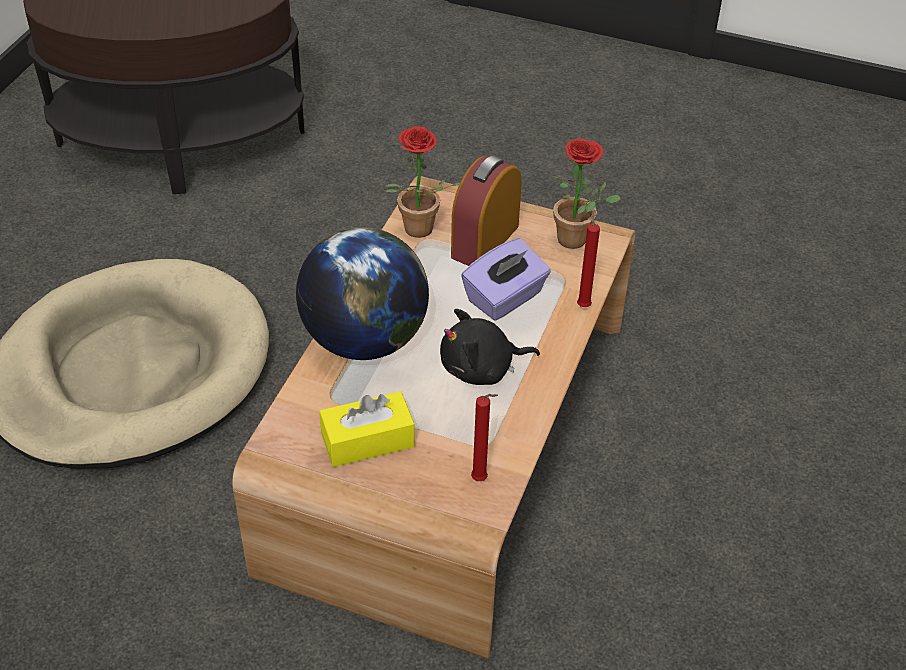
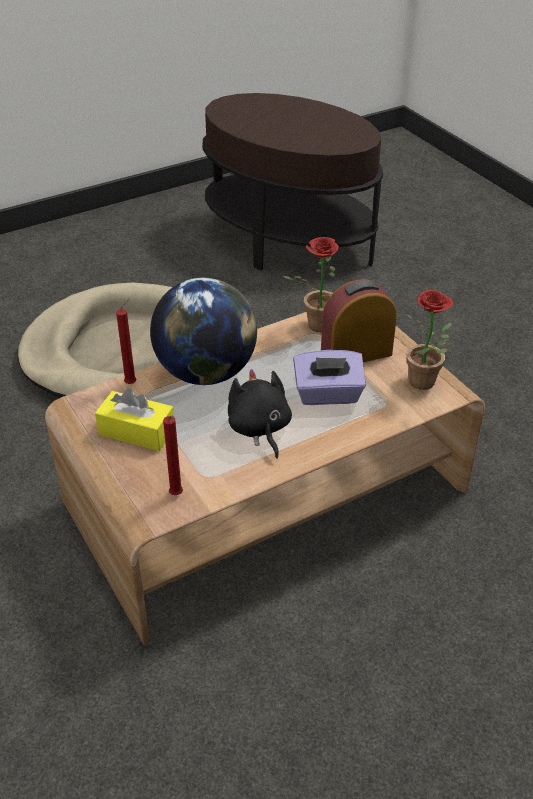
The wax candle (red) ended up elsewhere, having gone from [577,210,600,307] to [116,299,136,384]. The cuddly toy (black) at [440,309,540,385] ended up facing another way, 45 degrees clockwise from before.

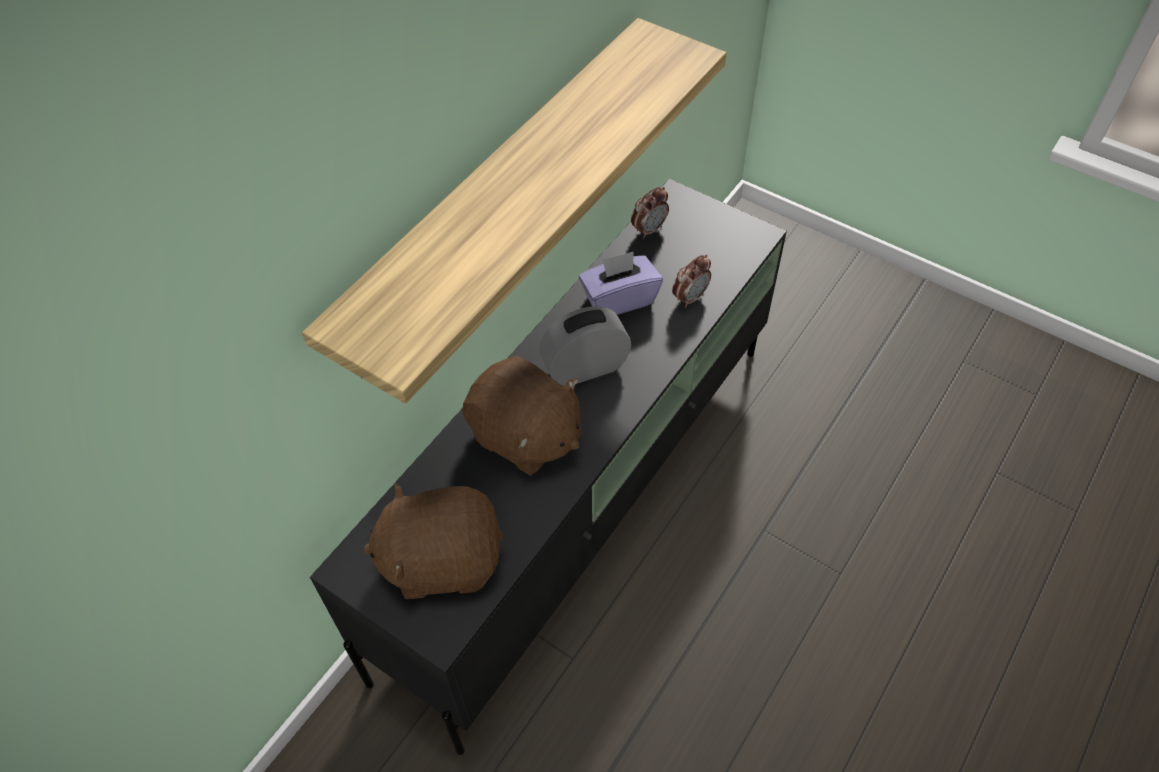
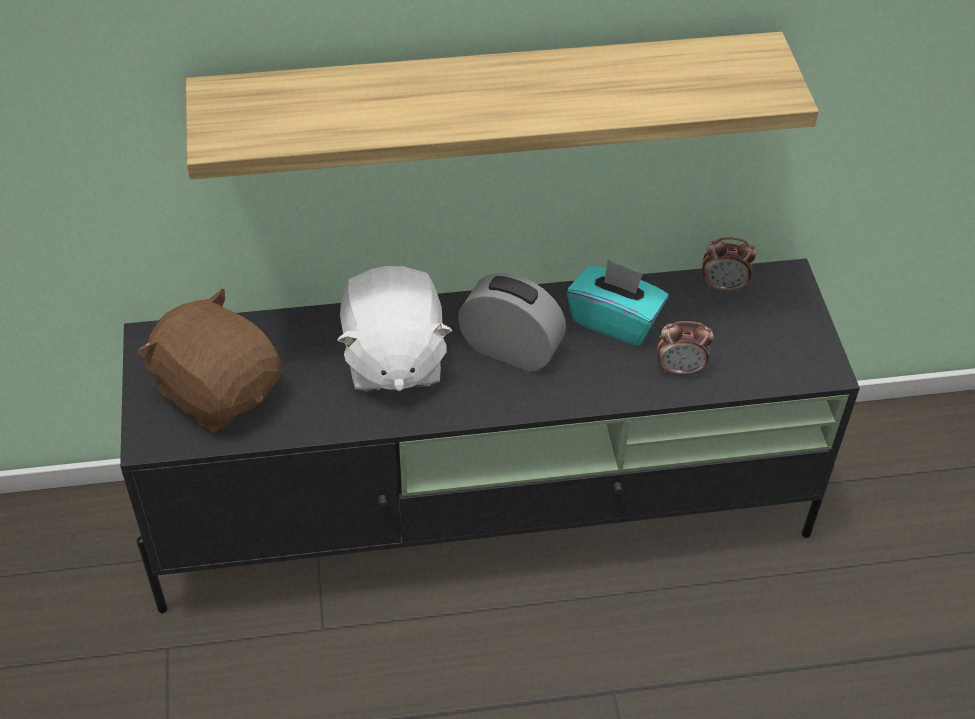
What was the cuddly toy (brownish) at [462,356,581,475] turned into the cuddly toy (white-coloured) at [337,266,453,392]. What was the tissue holder (purple) at [579,252,663,315] turned into the tissue holder (blue-green) at [567,259,669,346].

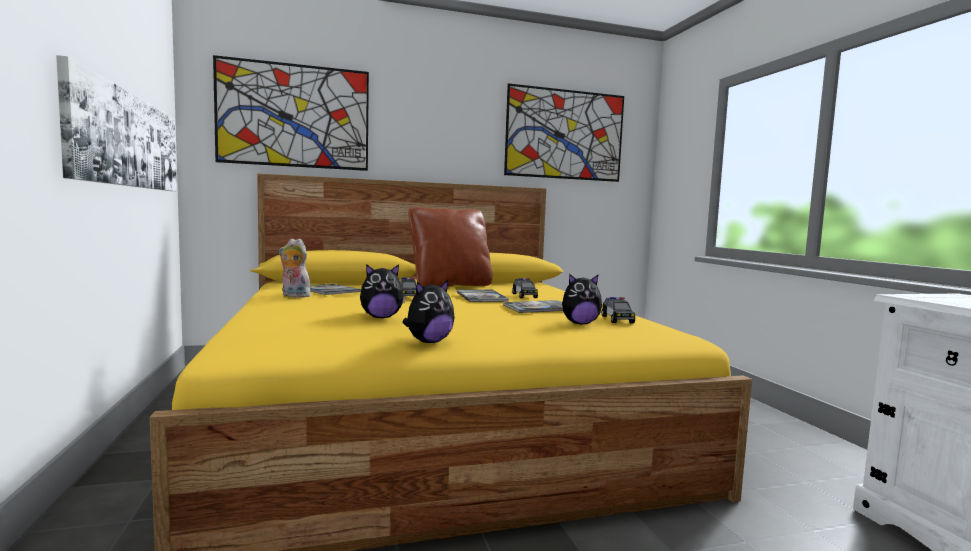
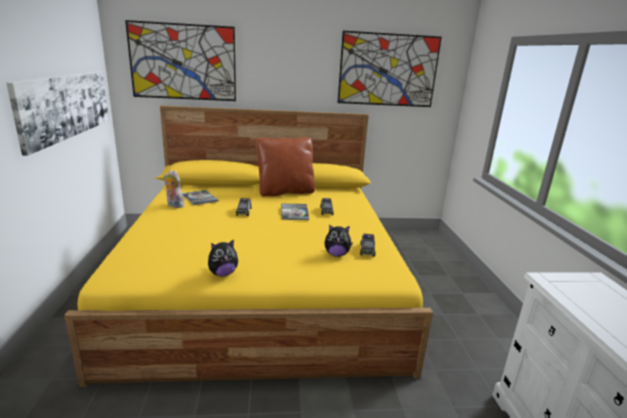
The second view lost the cuddly toy at [360,264,406,318]. The second view lost the book at [503,300,563,313].

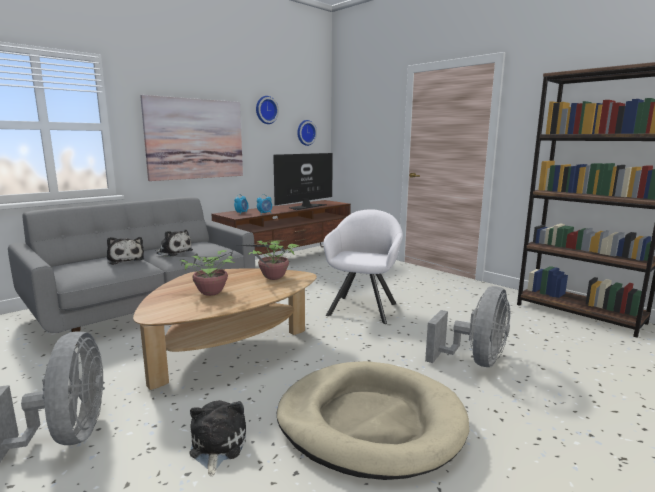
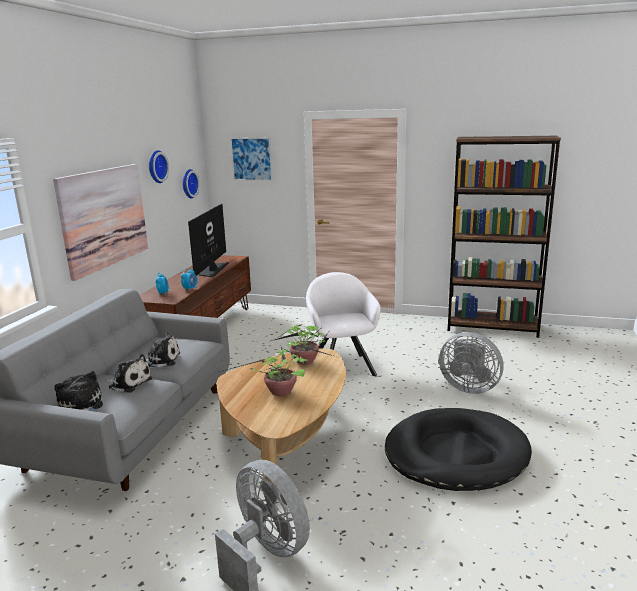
The cuddly toy ended up elsewhere, having gone from [189,400,246,476] to [54,371,103,411]. The second view gained the wall art at [230,137,273,181]. What was the dog bed (beige) at [277,361,469,480] turned into the dog bed (black) at [385,408,532,491]. The cooling fan (grey) at [425,286,510,367] ended up facing another way, 120 degrees clockwise from before.

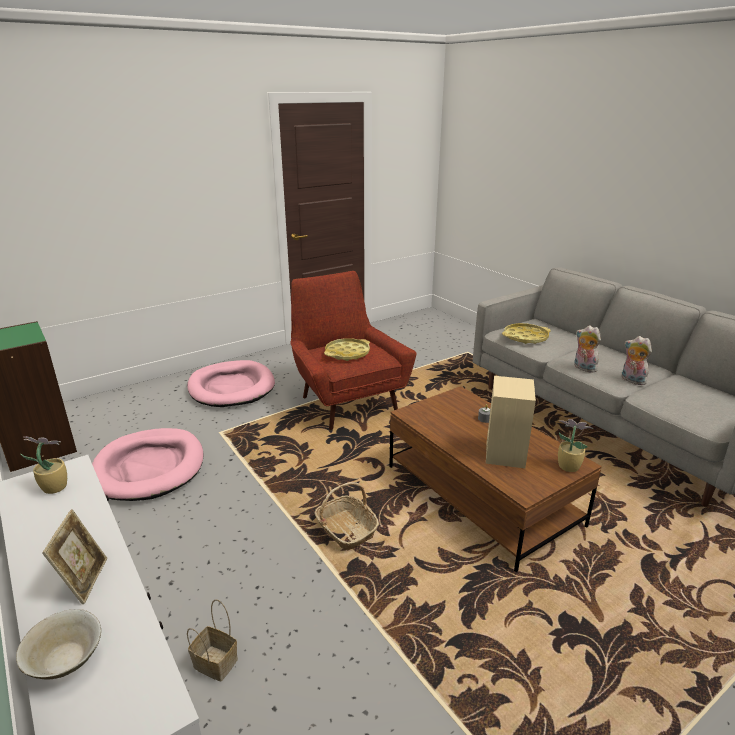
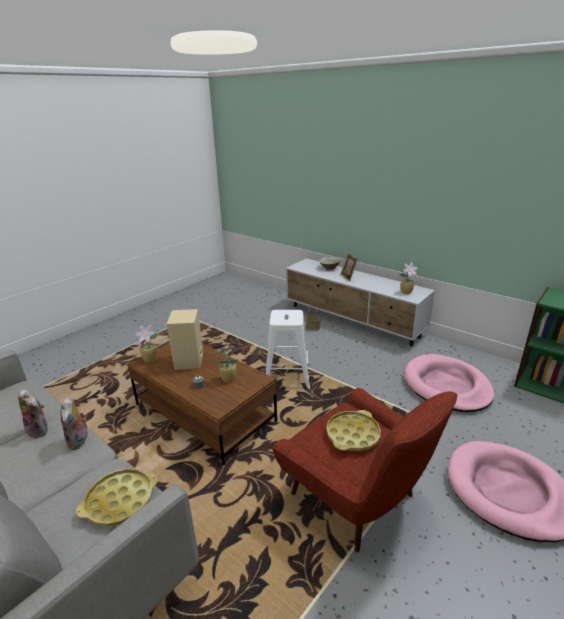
The cuddly toy at [574,325,601,373] ended up facing another way, 45 degrees clockwise from before. The second view gained the potted plant at [214,345,239,382]. Where the basket stood at [314,482,379,550], the stool (white-coloured) came to stand at [266,310,310,389].

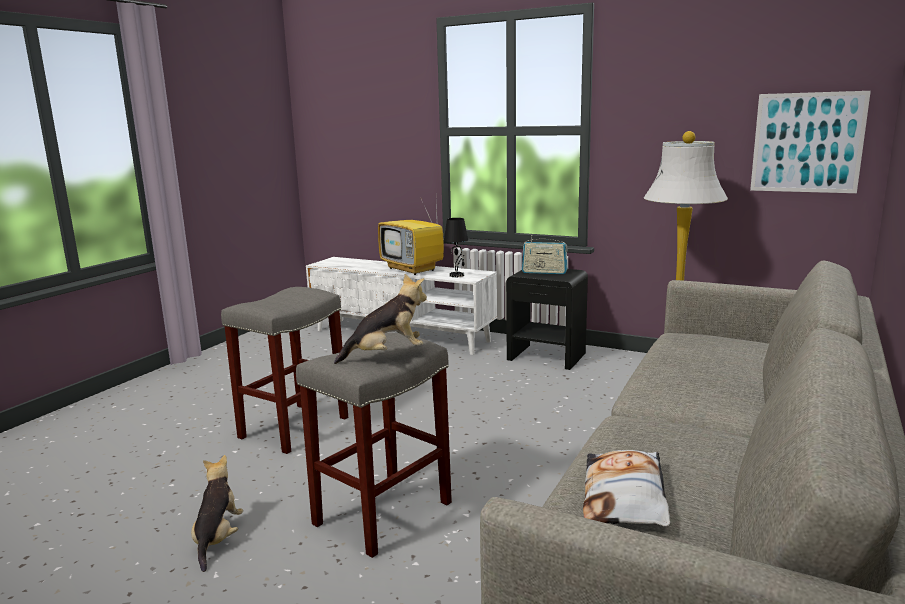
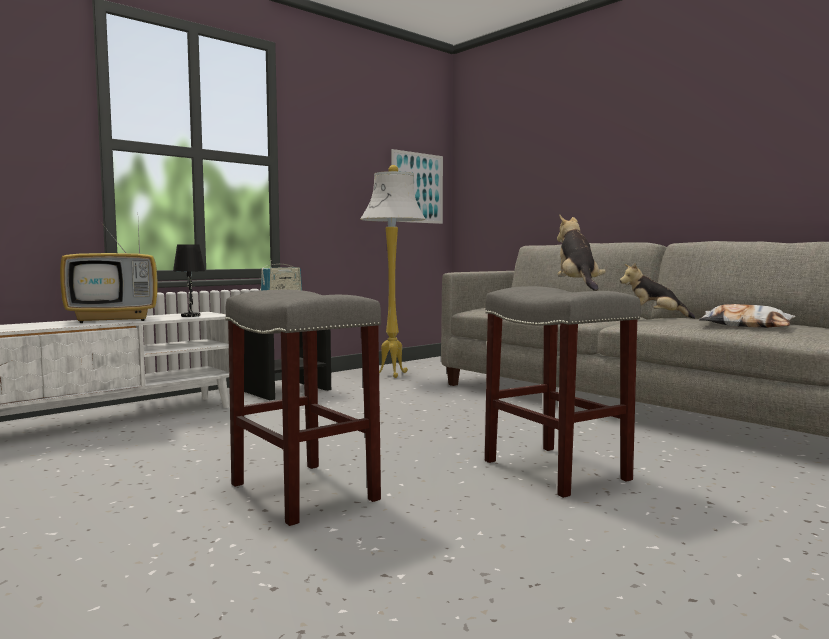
The cuddly toy ended up elsewhere, having gone from [191,455,243,572] to [620,263,695,319].

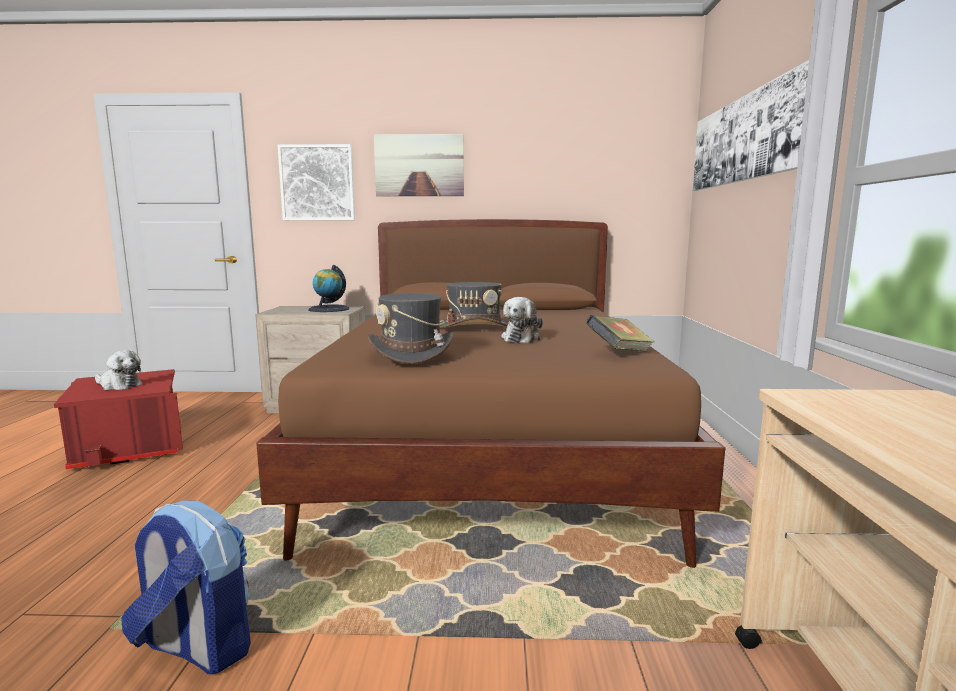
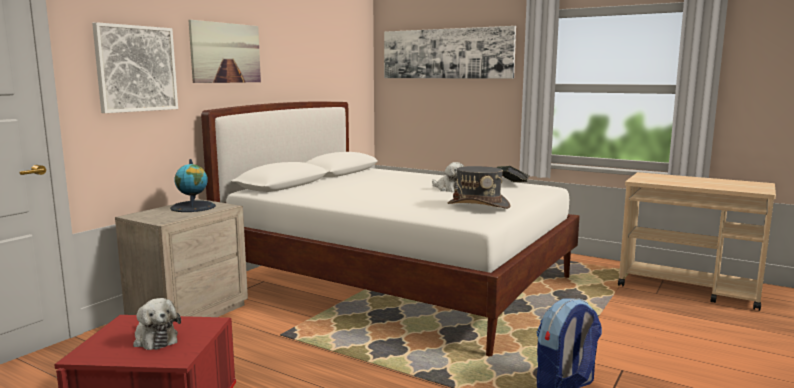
The cuddly toy at [95,350,143,390] ended up facing another way, 90 degrees clockwise from before. What was the sleeping bed (brownish) at [256,219,725,568] turned into the sleeping bed (white-coloured) at [201,101,580,356]. The second view lost the hat (grey) at [440,282,508,328].

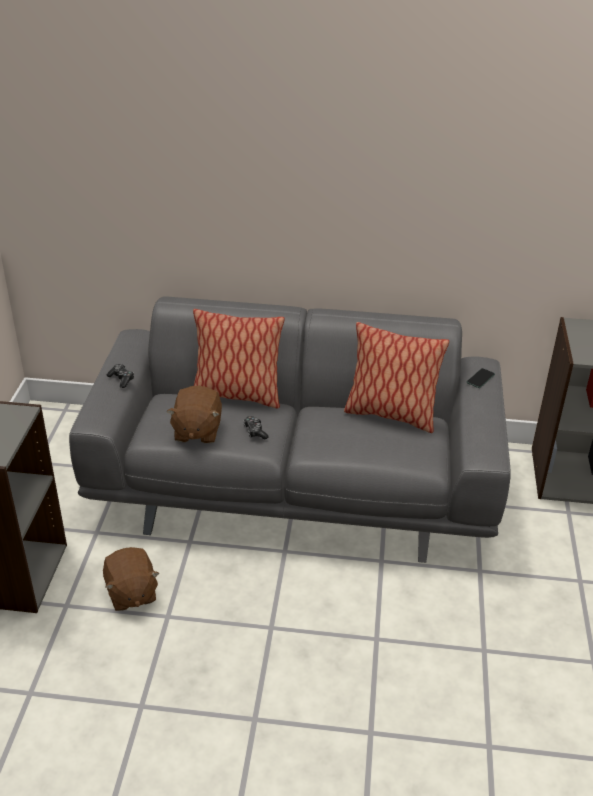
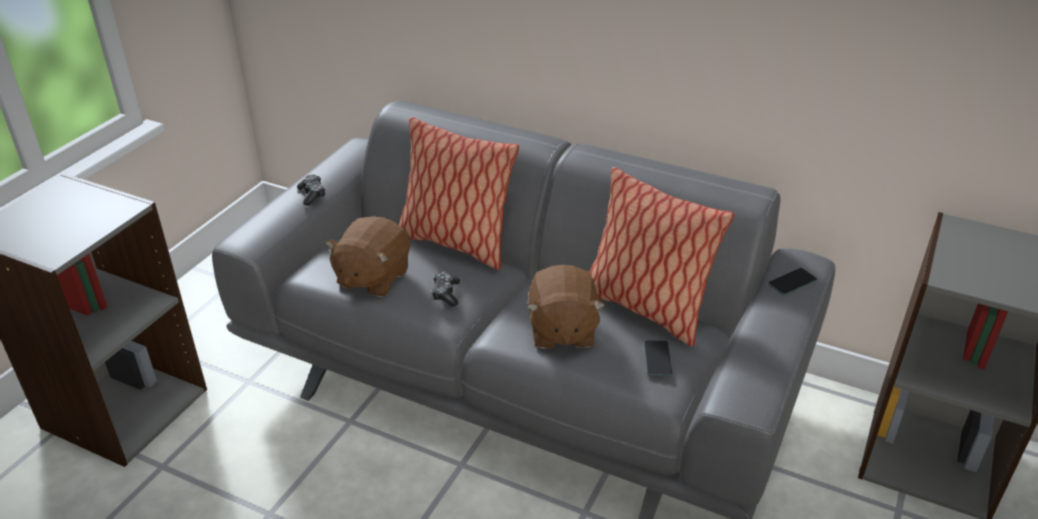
The cuddly toy (brownish) ended up elsewhere, having gone from [103,547,160,611] to [526,265,605,349]. The second view gained the phone at [644,340,673,376].

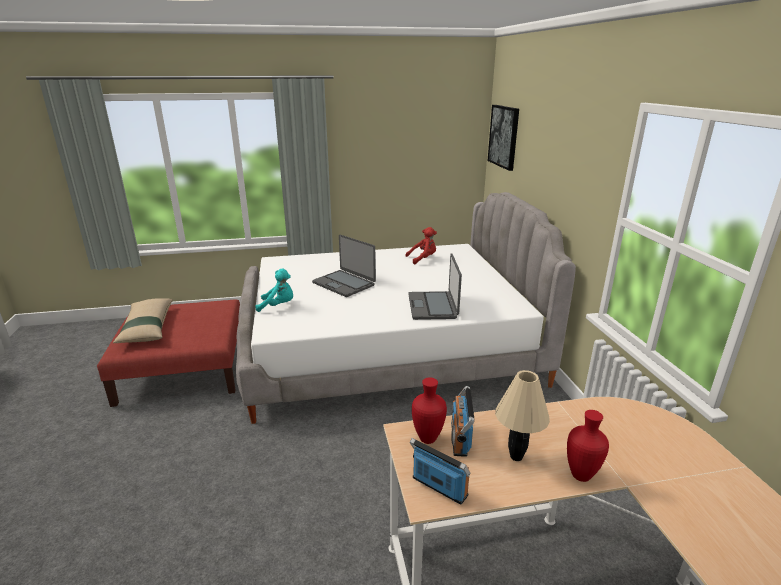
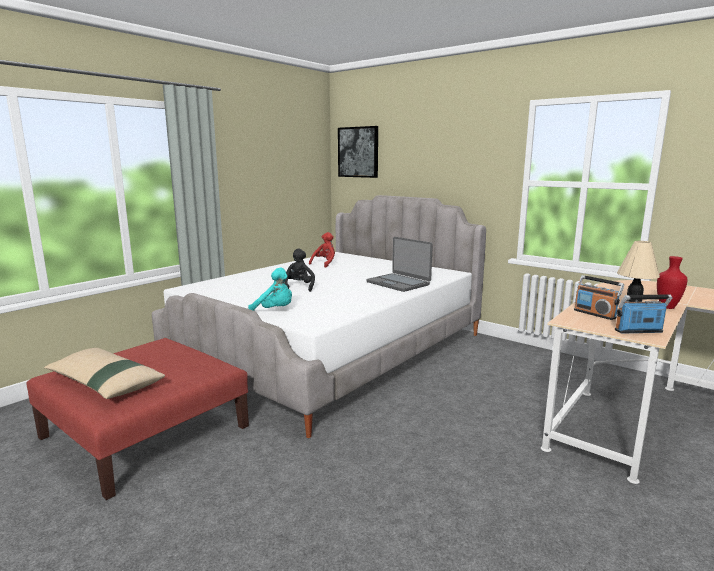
The cuddly toy (blue-green) at [255,269,293,312] ended up facing another way, 60 degrees clockwise from before. Where the notebook computer stood at [312,235,376,297], the cuddly toy (black) came to stand at [284,248,315,292]. The second view lost the flower vase (red) at [412,377,447,444].

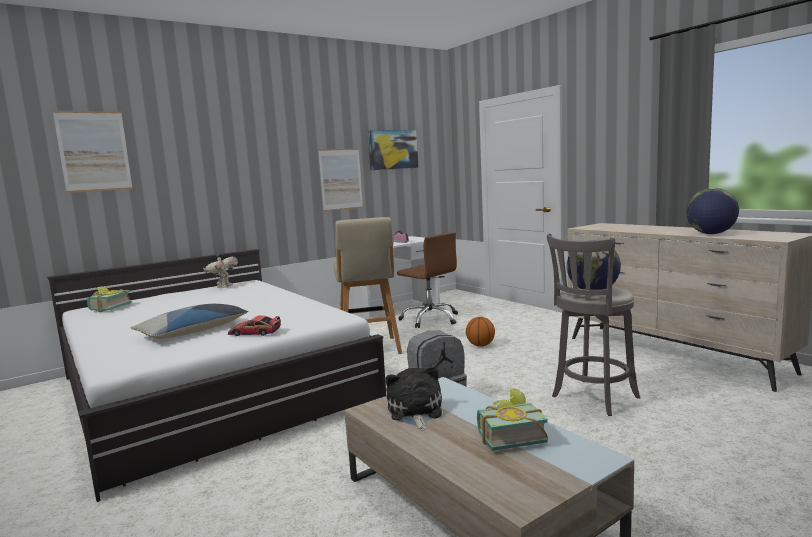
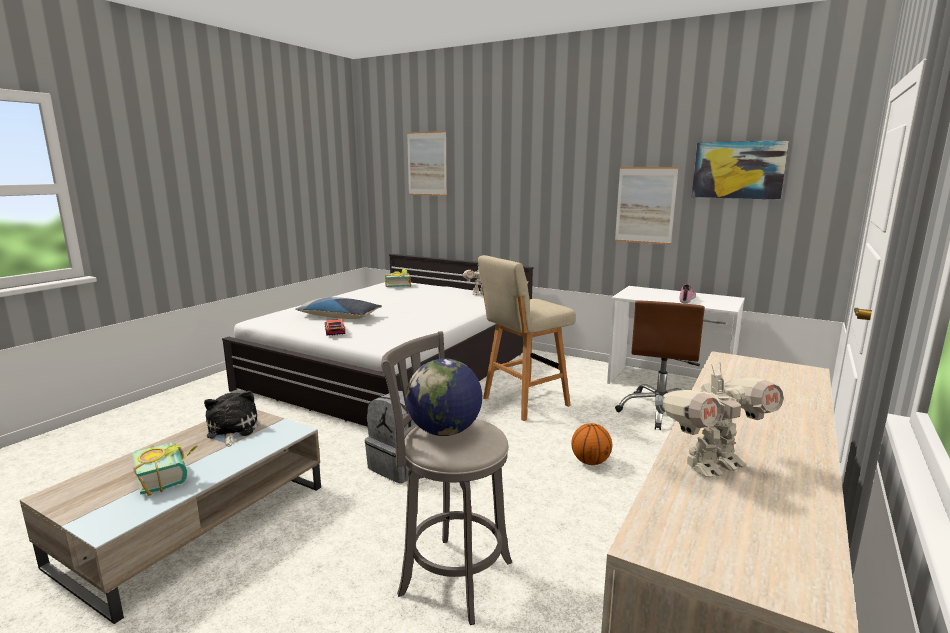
The cuddly toy at [386,365,442,430] ended up facing another way, 75 degrees counterclockwise from before. Where the globe stood at [686,188,739,234], the toy robot came to stand at [655,363,784,478].

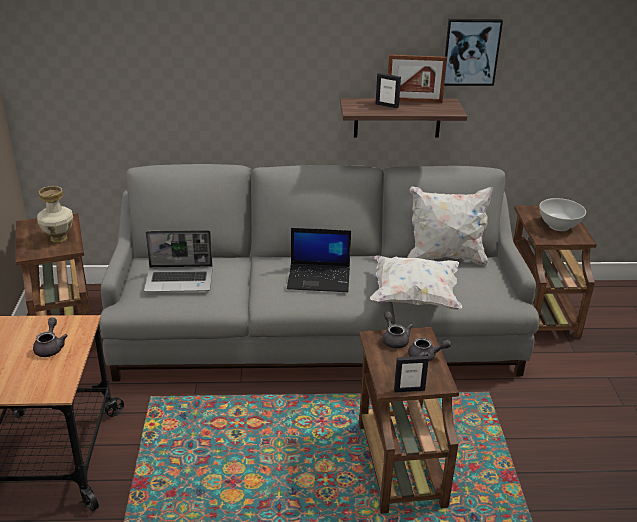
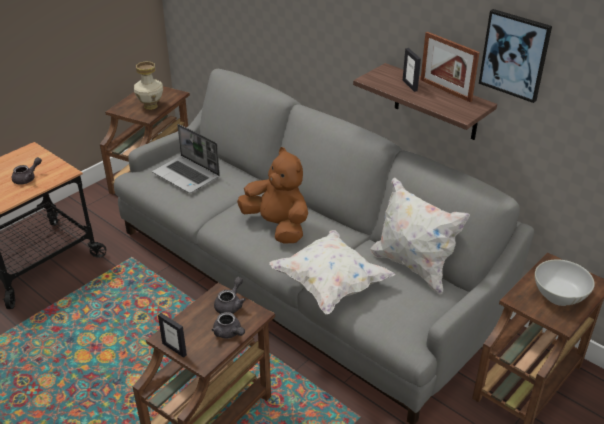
Where the notebook computer stood at [287,228,351,292], the cuddly toy (brownish) came to stand at [237,147,308,244].

